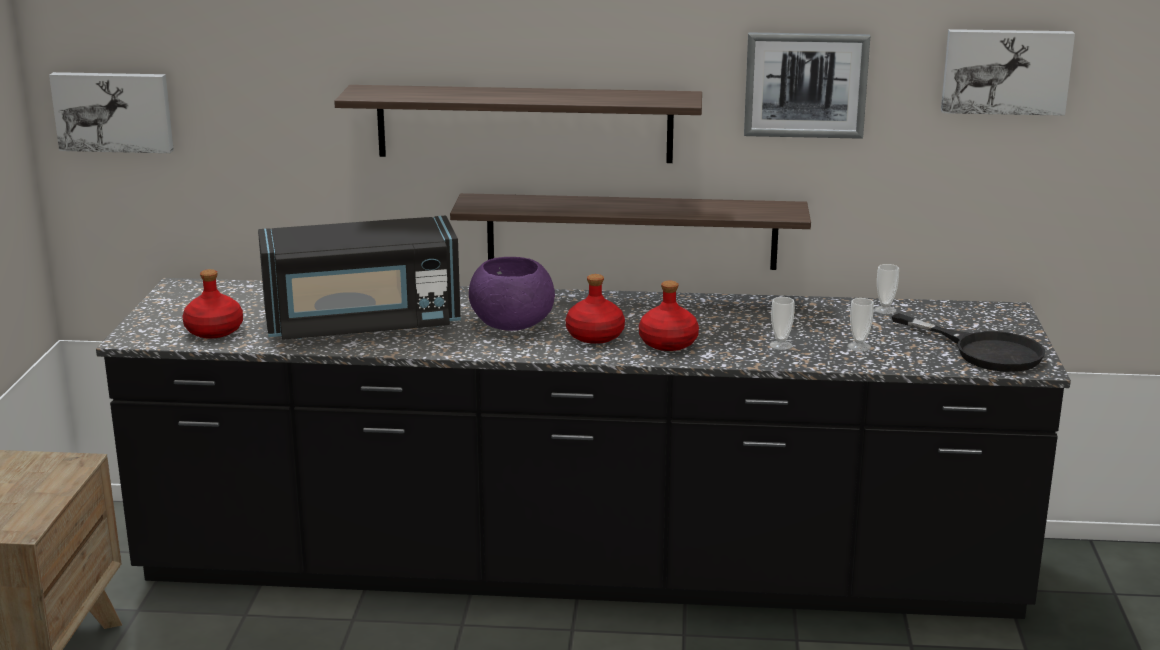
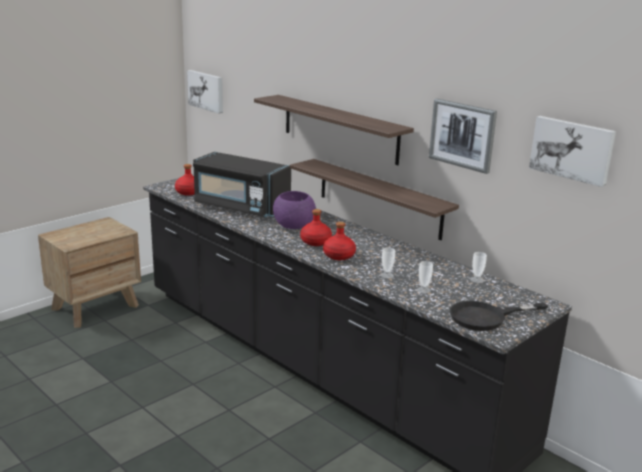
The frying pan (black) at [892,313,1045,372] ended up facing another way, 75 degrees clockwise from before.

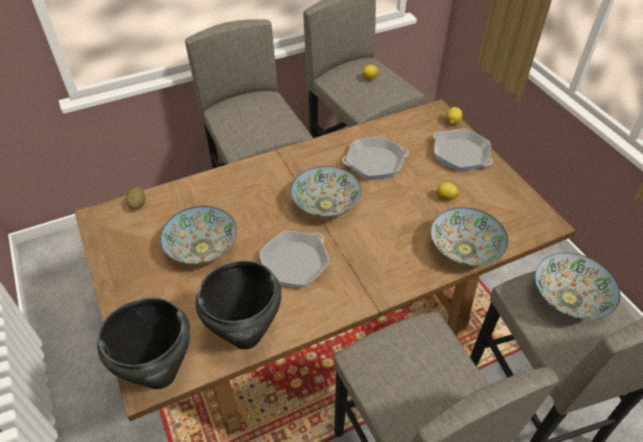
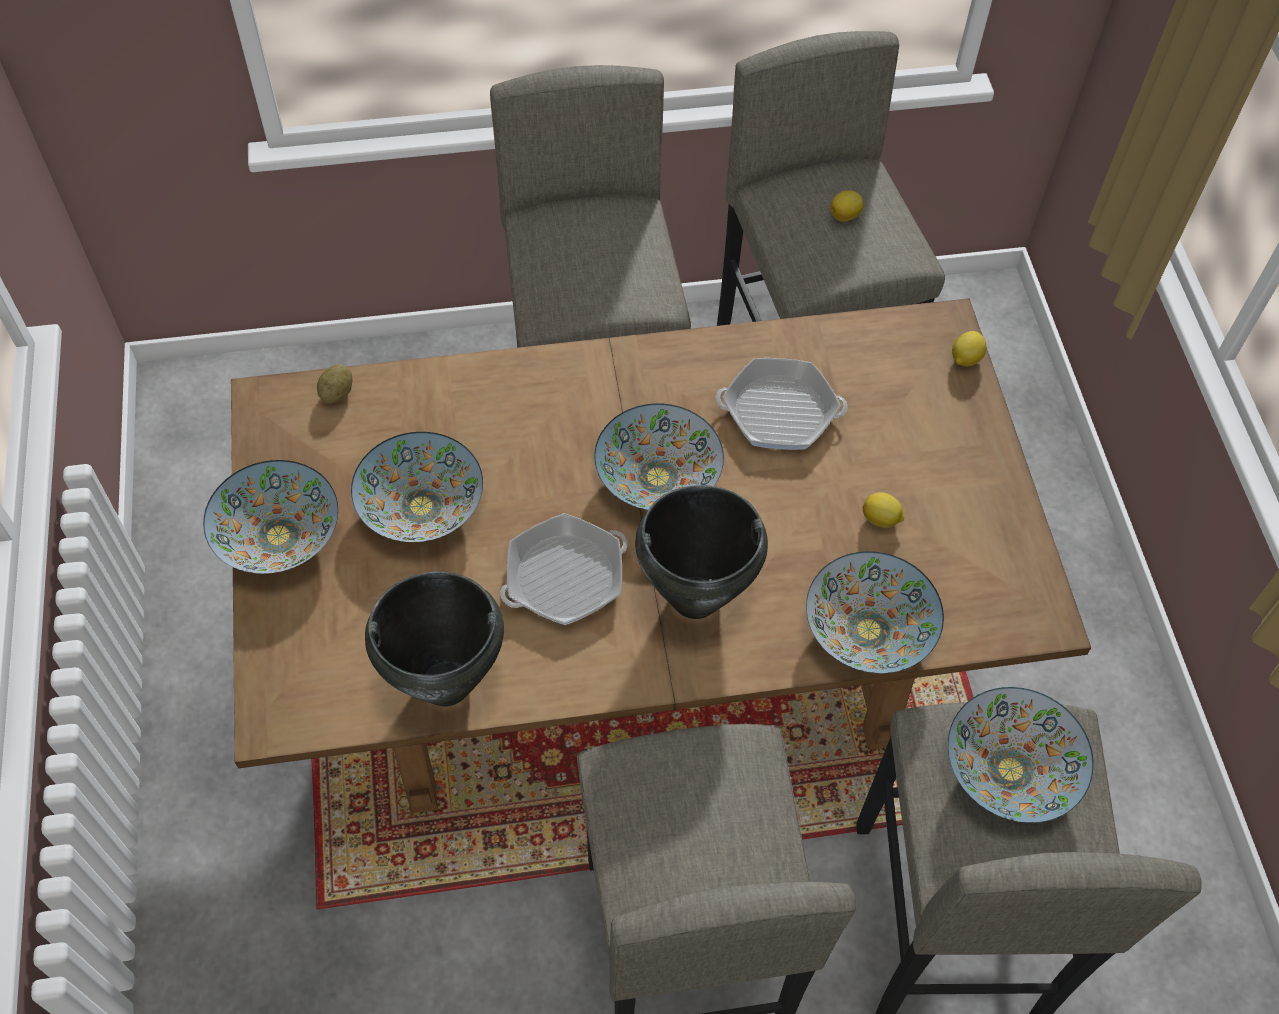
The second view gained the bowl at [203,460,338,574]. The cooking pot (black) ended up elsewhere, having gone from [97,298,191,389] to [635,485,768,619]. The second view lost the frying pan at [433,128,493,172].

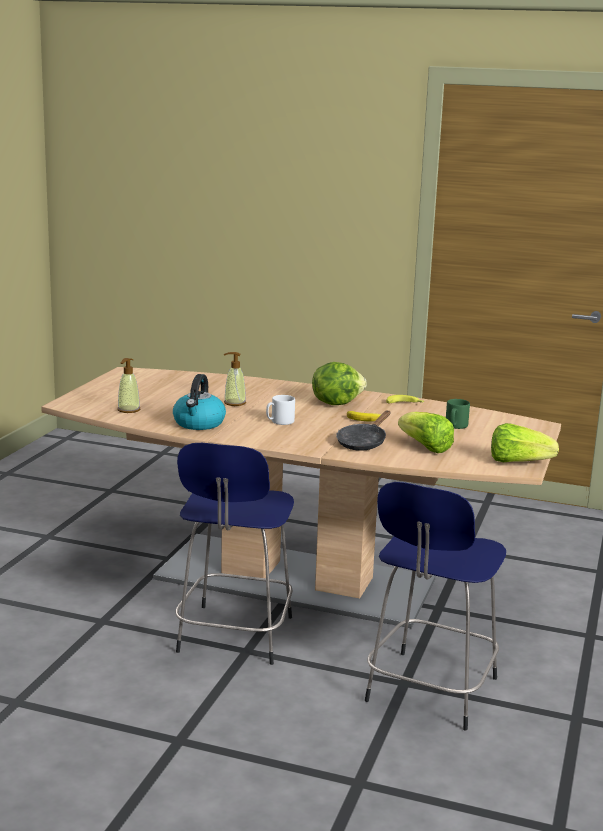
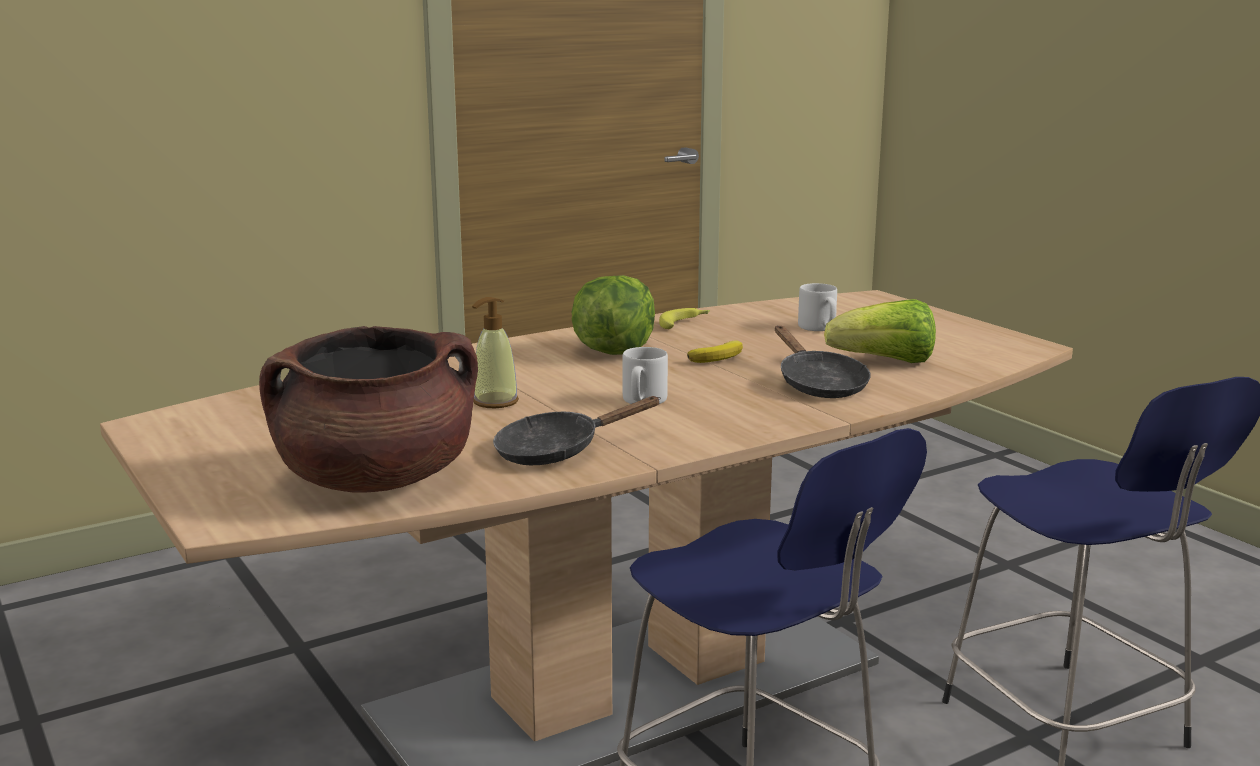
Where the soap bottle stood at [117,358,140,413], the cooking pot (brownish) came to stand at [259,326,478,492]. Where the water kettle stood at [173,374,226,430], the frying pan (black) came to stand at [493,396,661,465]. What was the mug (greenish) at [446,399,470,429] turned into the mug (grey) at [798,283,837,331]. The second view lost the lettuce head at [491,423,559,462].

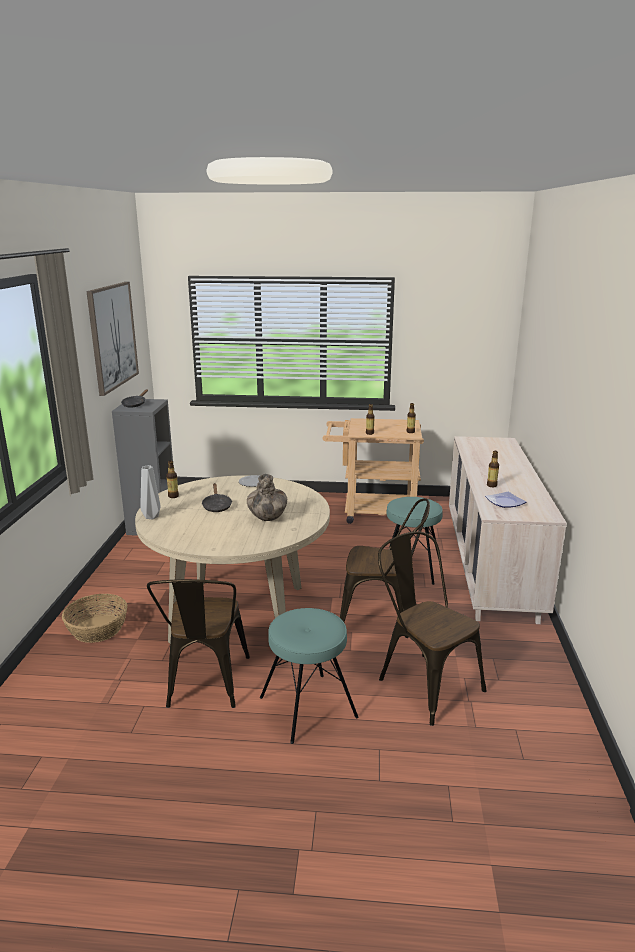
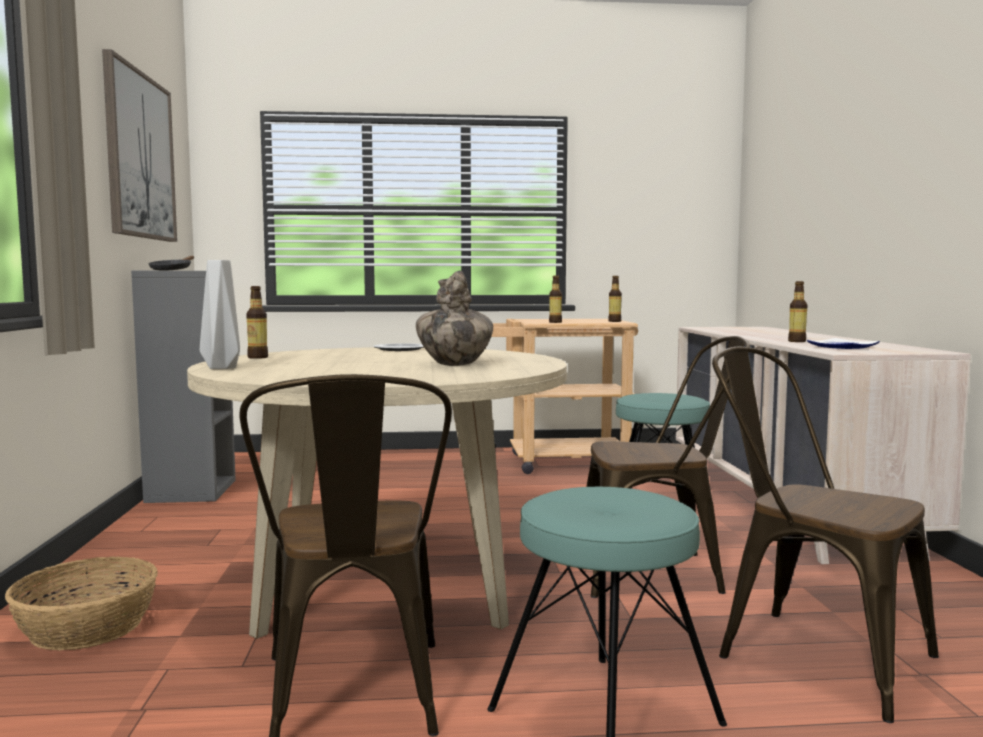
The second view lost the frying pan (black) at [201,483,232,512].

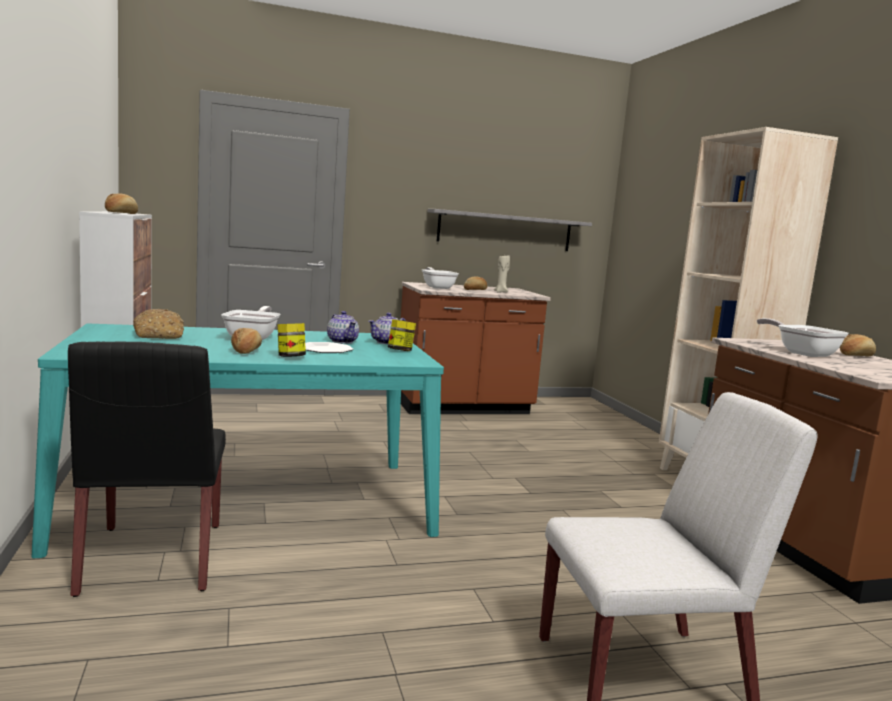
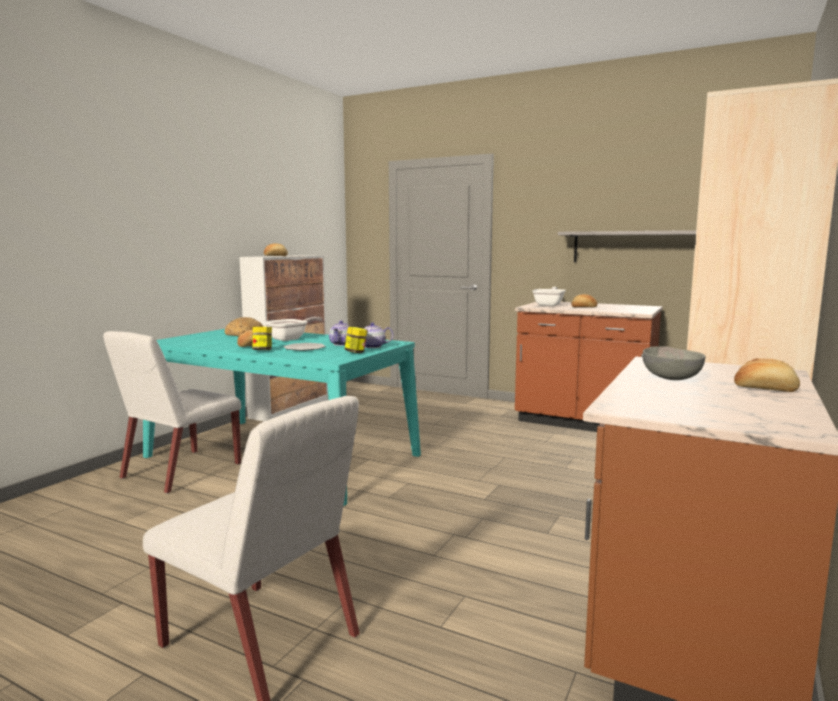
What was the plain chair (black) at [68,341,226,597] turned into the plain chair (white-coloured) at [103,331,241,494]. Where the frying pan stood at [757,318,849,357], the bowl (grey) came to stand at [642,346,705,380]. The second view lost the wax candle (beige) at [494,255,510,293].

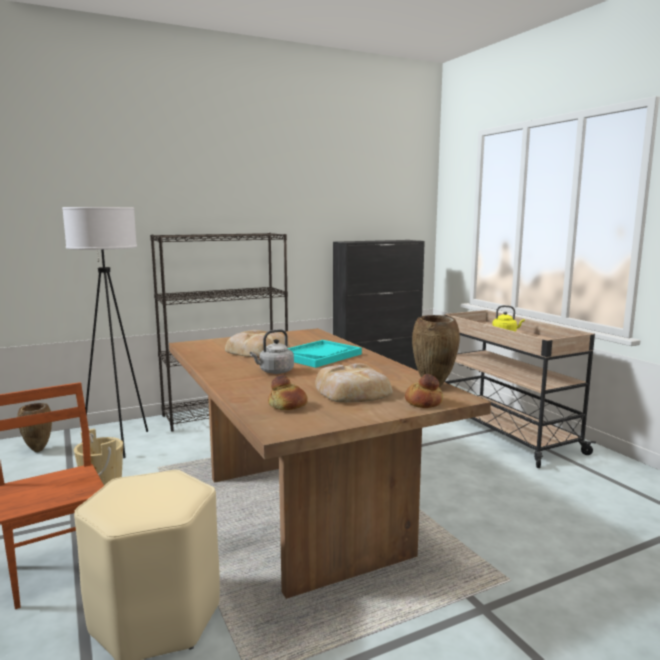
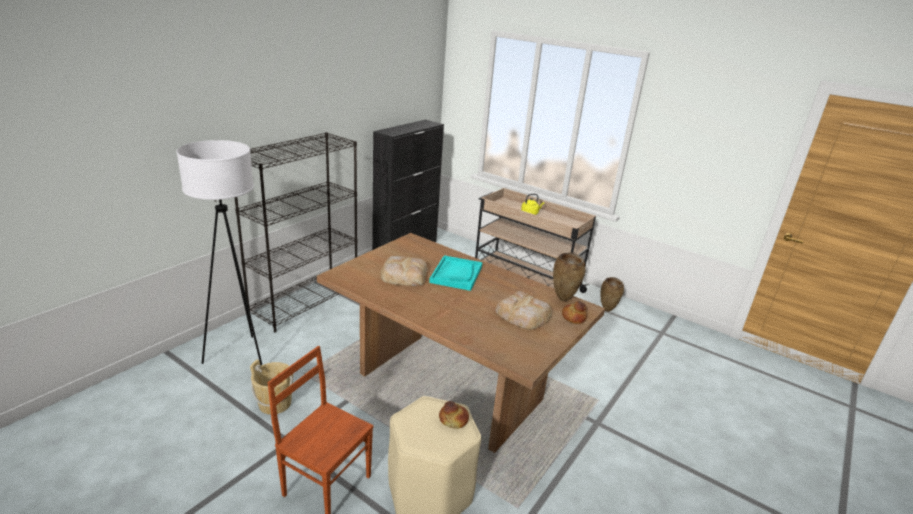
The bakery bread ended up elsewhere, having gone from [268,375,308,410] to [439,401,469,429]. The flower vase (brownish) ended up elsewhere, having gone from [17,403,52,452] to [601,277,624,312]. The second view lost the water kettle (grey) at [250,329,294,374].

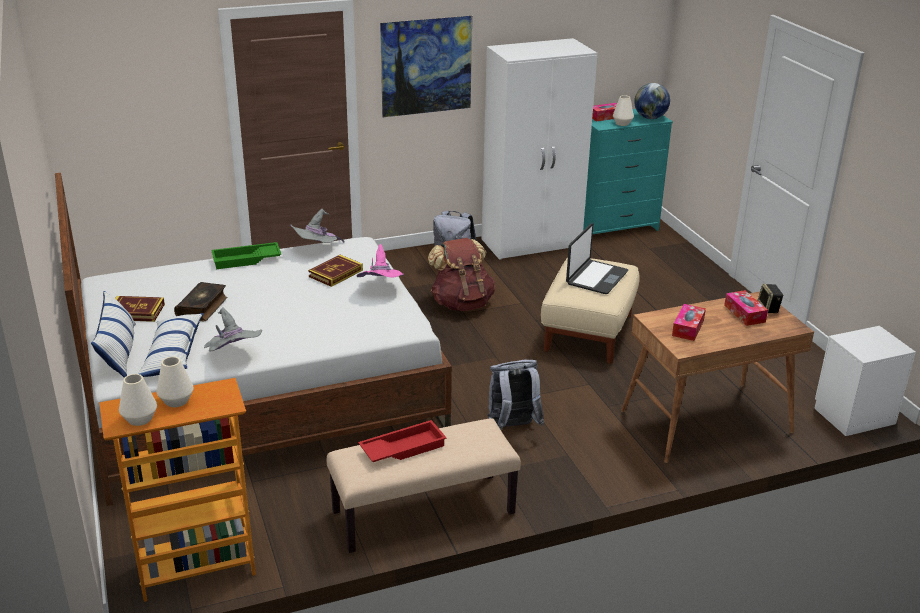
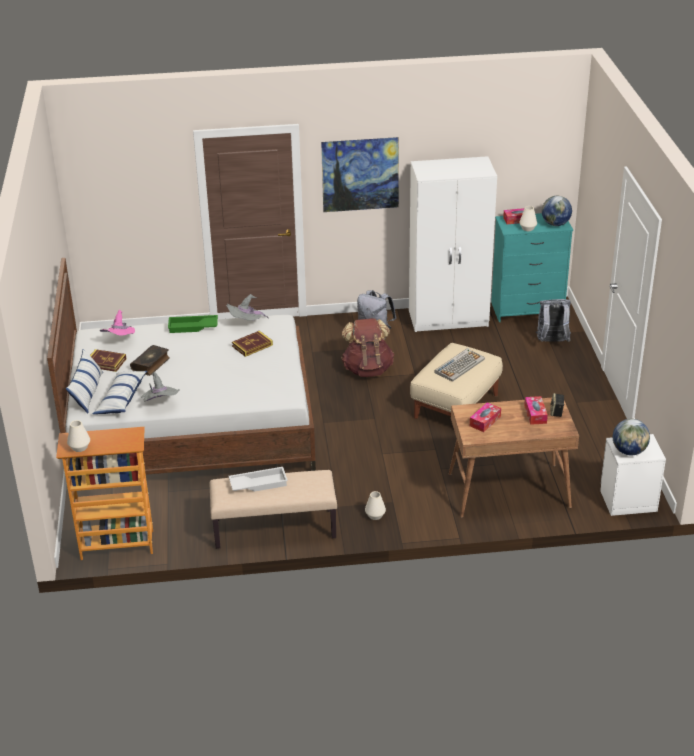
The hat (pinkish) ended up elsewhere, having gone from [356,244,404,277] to [99,310,135,336]. What was the serving tray (red) at [358,420,447,462] turned into the serving tray (white-coloured) at [229,467,288,492]. The flower vase (white-coloured) ended up elsewhere, having gone from [156,357,194,407] to [365,491,386,520]. Where the notebook computer stood at [566,223,628,294], the PC keyboard came to stand at [434,348,485,382]. The backpack (grey) ended up elsewhere, having gone from [487,360,544,430] to [536,299,571,342]. The second view gained the globe at [613,419,650,455].

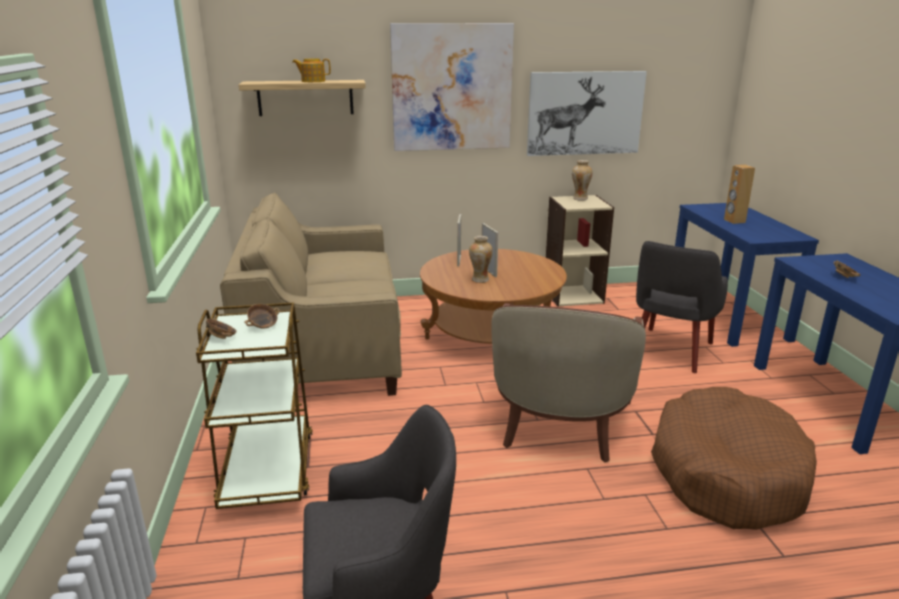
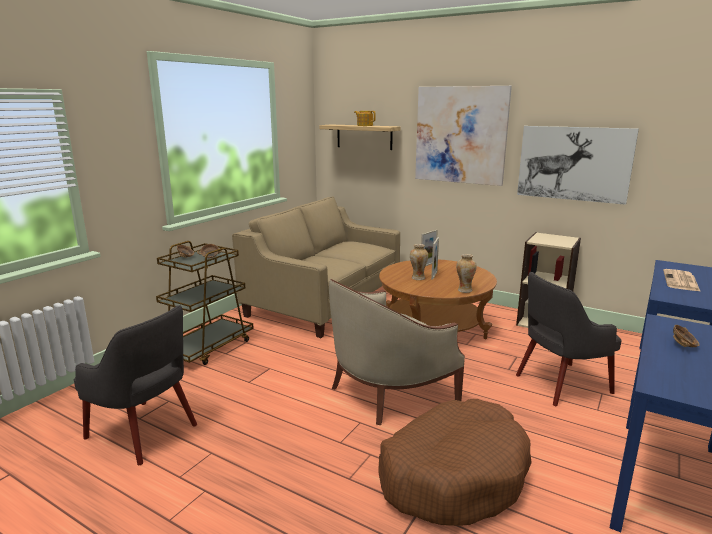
The flower vase ended up elsewhere, having gone from [572,160,593,201] to [456,254,477,293]. Where the loudspeaker (brownish) stood at [724,165,755,224], the daily paper came to stand at [663,269,701,292].

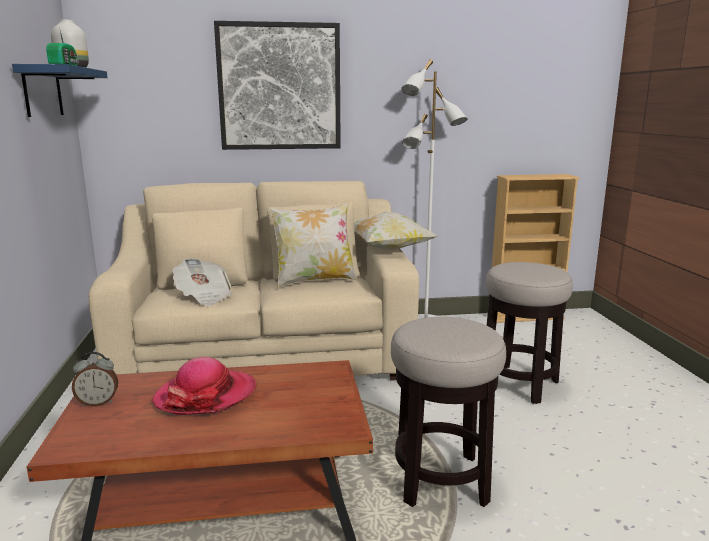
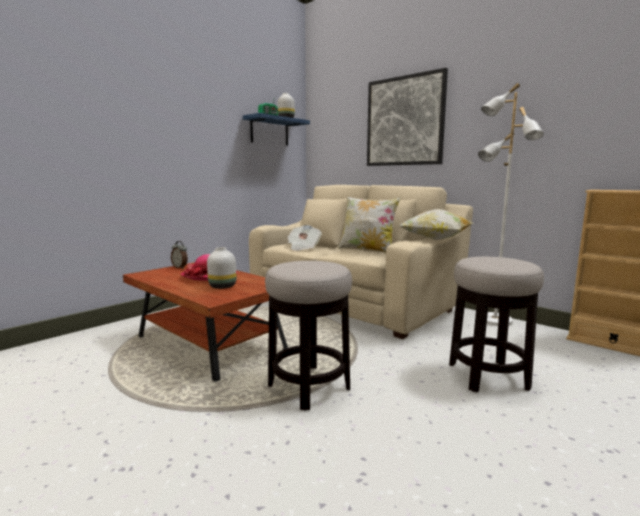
The second view gained the flower vase (white-coloured) at [207,247,237,289].

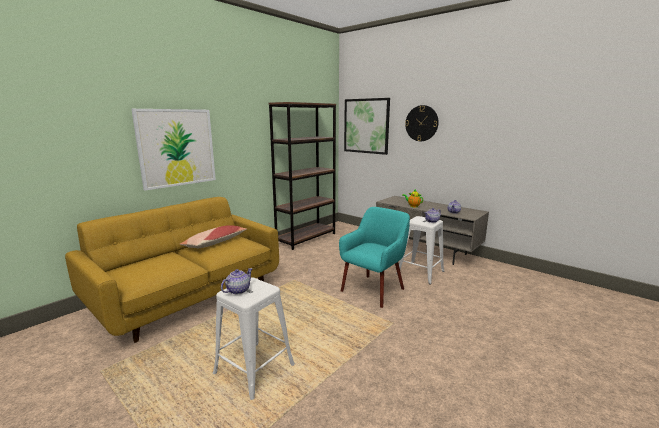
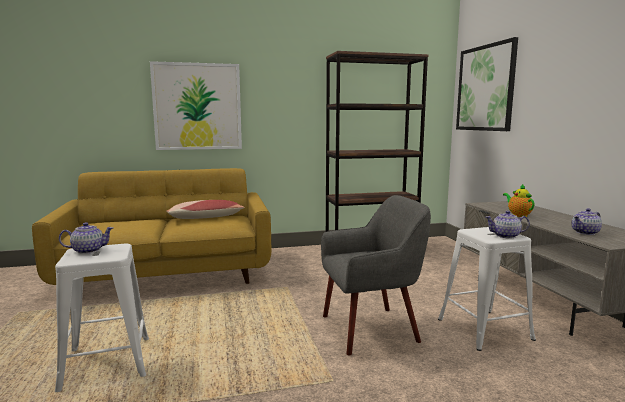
What was the armchair (blue-green) at [339,207,410,308] turned into the armchair (grey) at [321,195,431,355]. The second view lost the hanging clock at [405,105,439,141].

